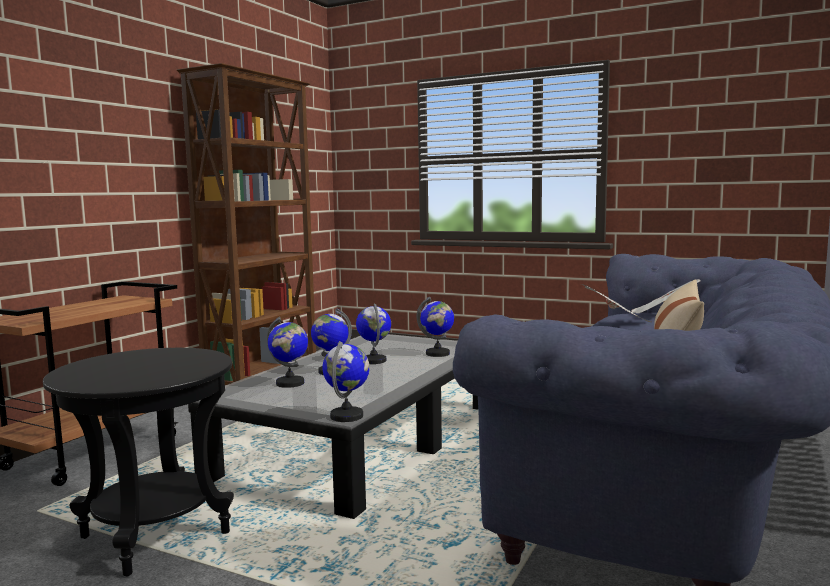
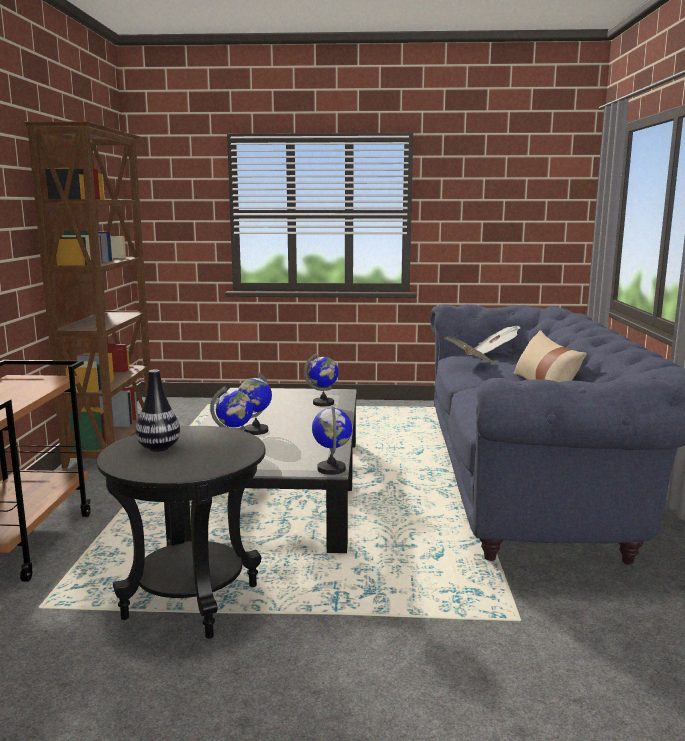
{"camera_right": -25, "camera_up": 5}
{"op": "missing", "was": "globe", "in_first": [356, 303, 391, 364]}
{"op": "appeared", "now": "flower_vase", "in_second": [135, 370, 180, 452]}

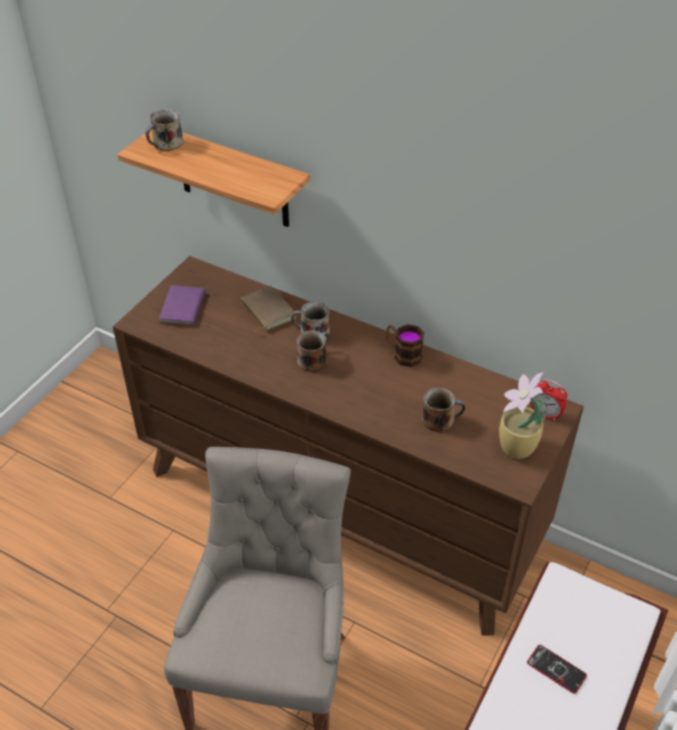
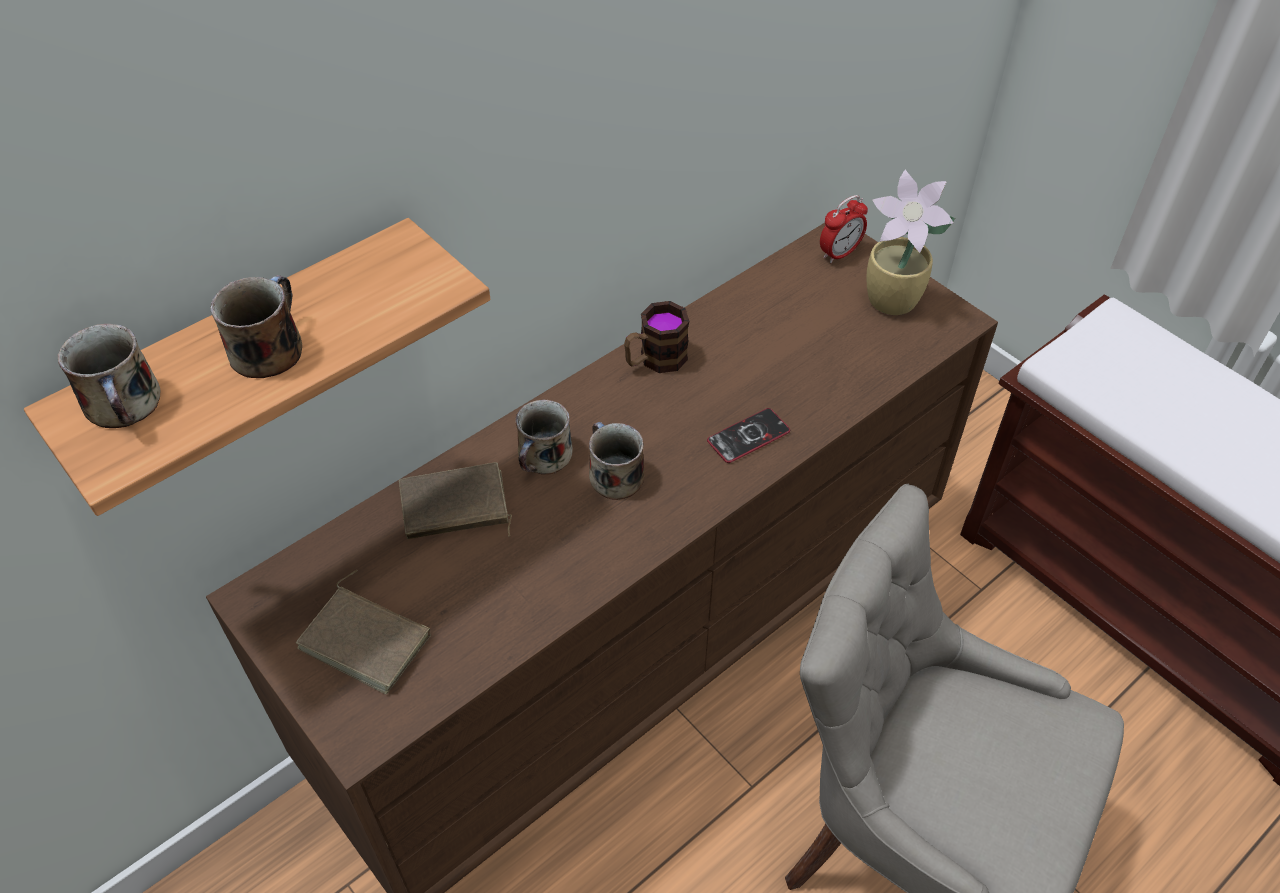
{"camera_right": -70, "camera_up": 5}
{"op": "colour", "was": "purple-coloured_bound_book", "now": "brown_bound_book", "in_first": [159, 285, 216, 326], "in_second": [296, 569, 431, 694]}
{"op": "relocated", "was": "tea_mug", "in_first": [422, 388, 465, 432], "in_second": [210, 275, 302, 378]}
{"op": "relocated", "was": "phone", "in_first": [527, 645, 587, 694], "in_second": [707, 408, 790, 463]}

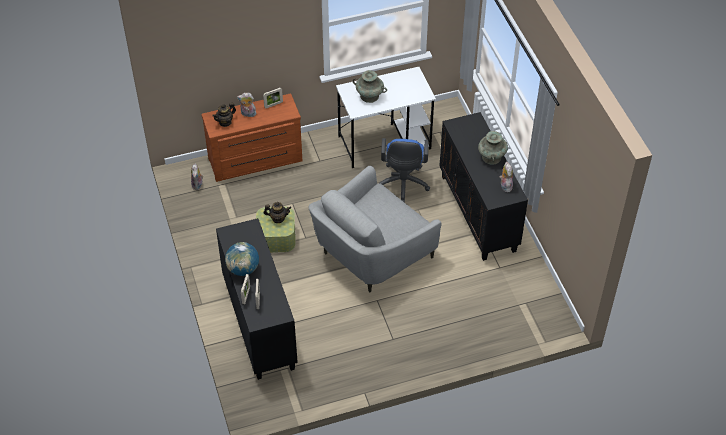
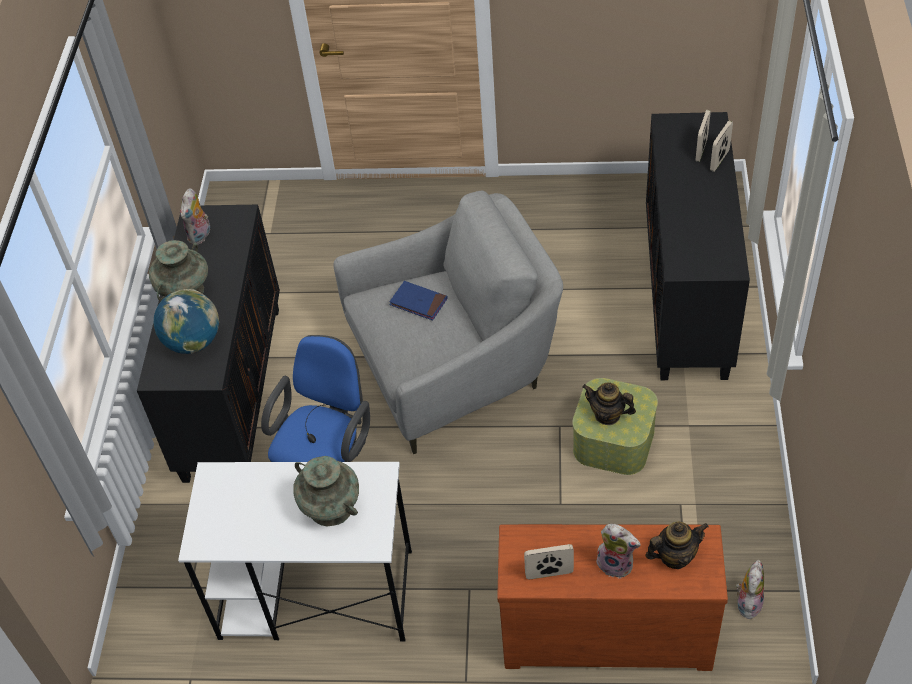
{"camera_right": -155, "camera_up": 0}
{"op": "relocated", "was": "globe", "in_first": [225, 242, 259, 276], "in_second": [154, 289, 219, 354]}
{"op": "appeared", "now": "blue-coloured_bound_book", "in_second": [389, 281, 447, 321]}

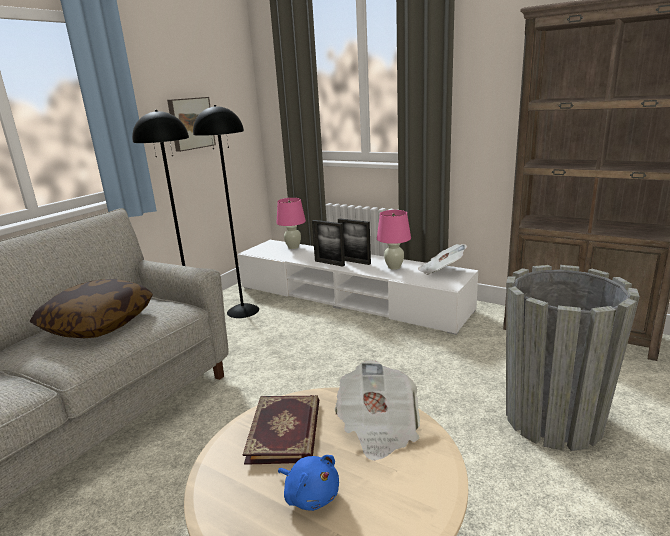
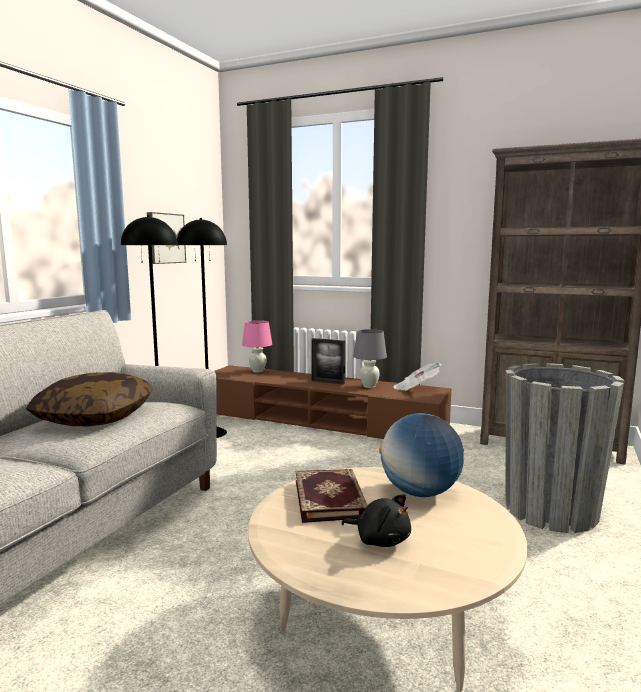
{"camera_right": -10, "camera_up": -10}
{"op": "colour", "was": "white-coloured_tv_stand", "now": "brown_tv_stand", "in_first": [238, 240, 478, 335], "in_second": [214, 365, 451, 439]}
{"op": "colour", "was": "blue-coloured_cuddly_toy", "now": "black-coloured_cuddly_toy", "in_first": [278, 455, 339, 511], "in_second": [341, 494, 411, 547]}
{"op": "missing", "was": "picture_frame", "in_first": [312, 220, 345, 267]}
{"op": "exchanged", "was": "daily_paper", "now": "globe", "in_first": [335, 360, 420, 461], "in_second": [379, 413, 464, 497]}
{"op": "colour", "was": "pink_table_lamp", "now": "gray_table_lamp", "in_first": [377, 210, 411, 270], "in_second": [353, 329, 387, 388]}

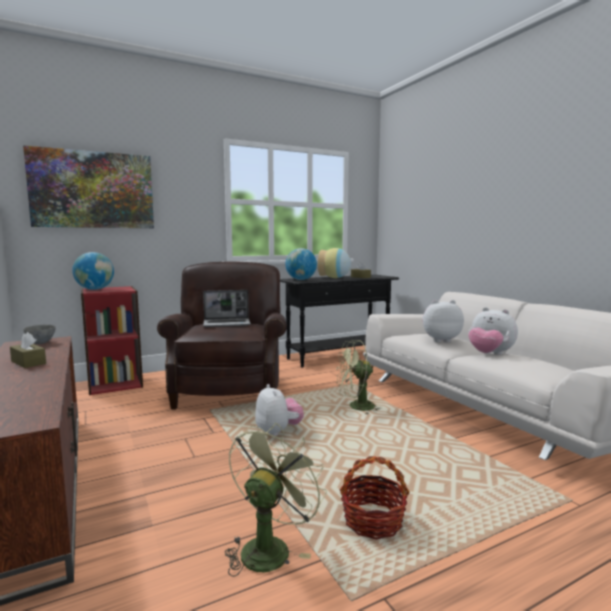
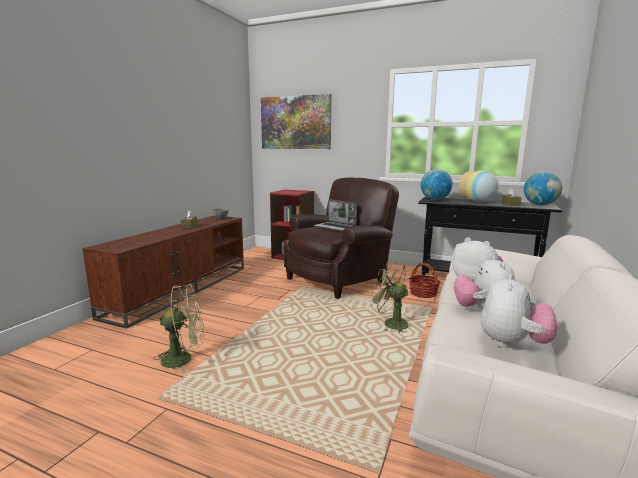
{"camera_right": 50, "camera_up": 5}
{"op": "relocated", "was": "globe", "in_first": [72, 252, 114, 290], "in_second": [524, 172, 562, 205]}
{"op": "relocated", "was": "cuddly_toy", "in_first": [255, 384, 304, 436], "in_second": [481, 274, 558, 348]}
{"op": "relocated", "was": "basket", "in_first": [340, 456, 410, 540], "in_second": [409, 263, 440, 298]}

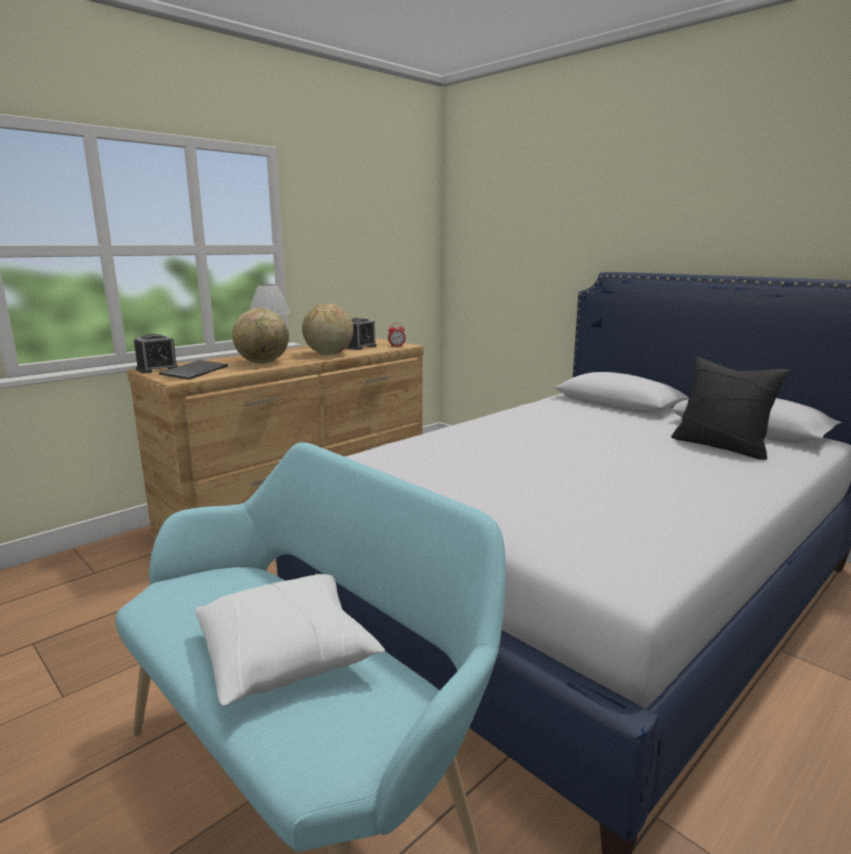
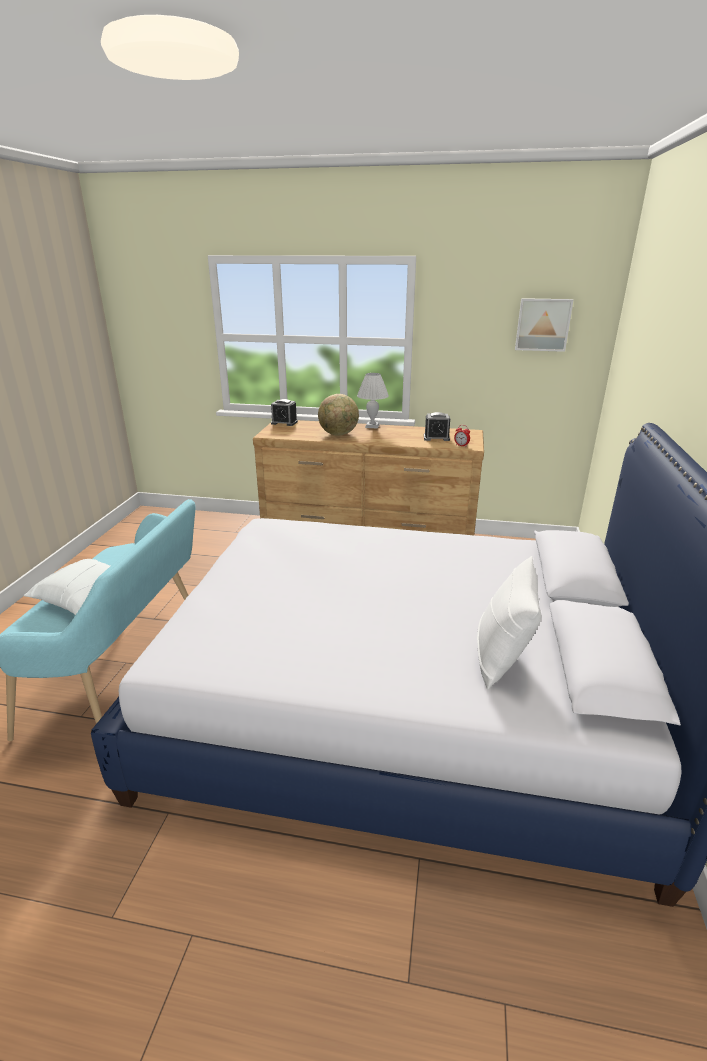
{"camera_right": 55, "camera_up": 10}
{"op": "missing", "was": "PC_keyboard", "in_first": [159, 360, 228, 380]}
{"op": "missing", "was": "globe", "in_first": [302, 303, 354, 355]}
{"op": "colour", "was": "black-coloured_throw_pillow", "now": "white-coloured_throw_pillow", "in_first": [671, 357, 790, 460], "in_second": [477, 556, 542, 690]}
{"op": "appeared", "now": "wall_picture", "in_second": [515, 298, 573, 352]}

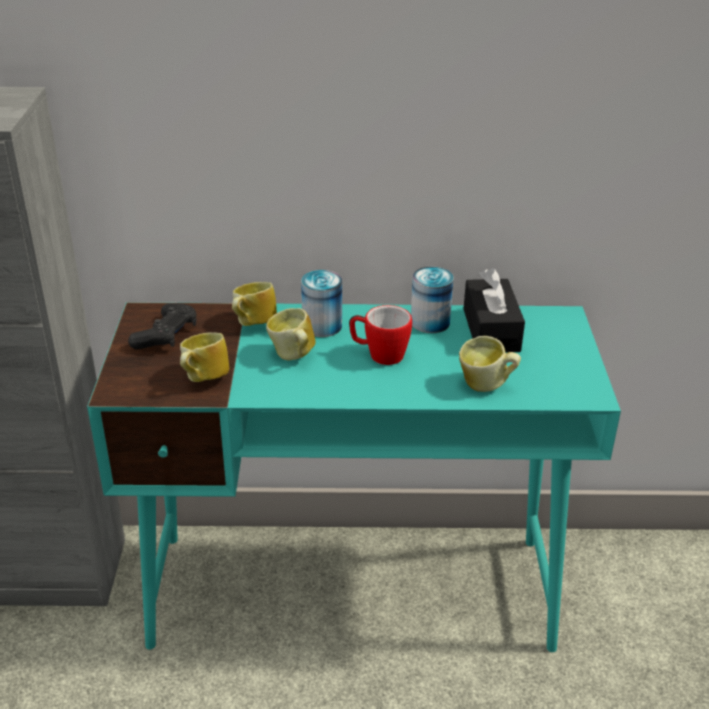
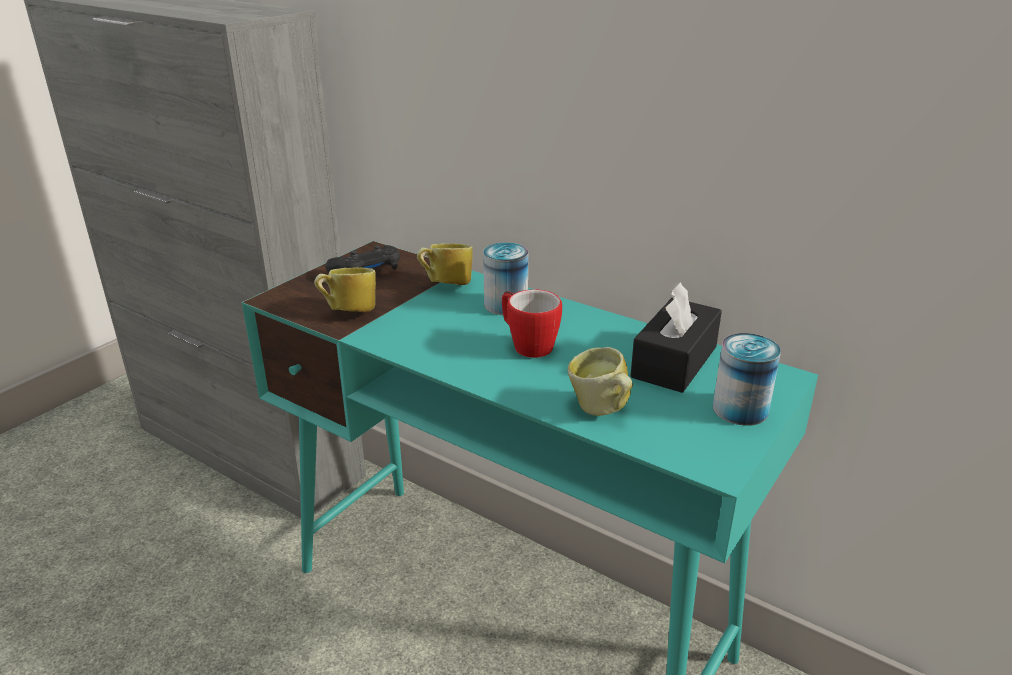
{"camera_right": 35, "camera_up": -5}
{"op": "missing", "was": "tea_mug", "in_first": [266, 308, 316, 361]}
{"op": "relocated", "was": "metal_can", "in_first": [411, 267, 454, 333], "in_second": [713, 333, 781, 426]}

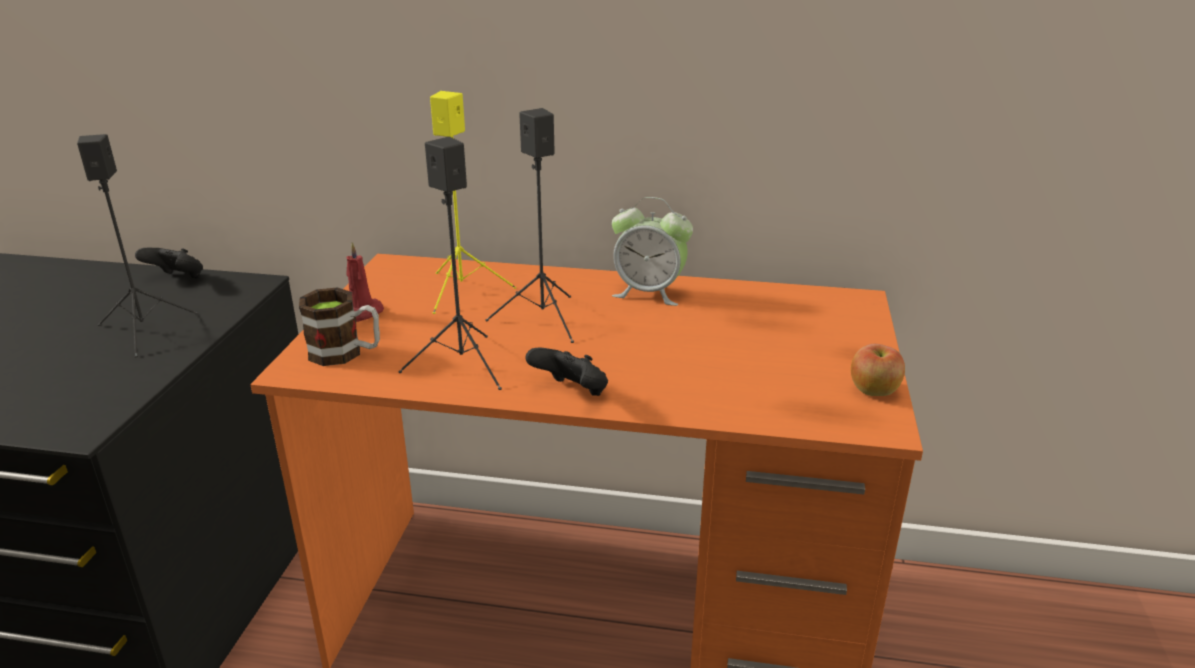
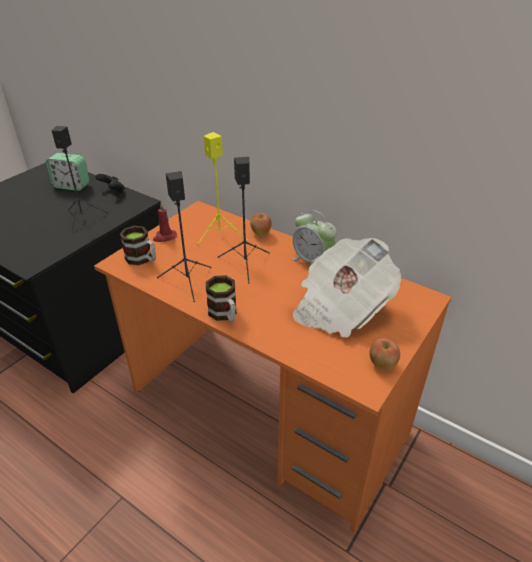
{"camera_right": 25, "camera_up": 10}
{"op": "exchanged", "was": "black-coloured_gamepad", "now": "tea_mug", "in_first": [525, 347, 608, 396], "in_second": [206, 275, 236, 322]}
{"op": "appeared", "now": "table_clock", "in_second": [46, 153, 90, 191]}
{"op": "appeared", "now": "whole_apple", "in_second": [250, 213, 272, 237]}
{"op": "appeared", "now": "daily_paper", "in_second": [292, 238, 401, 338]}

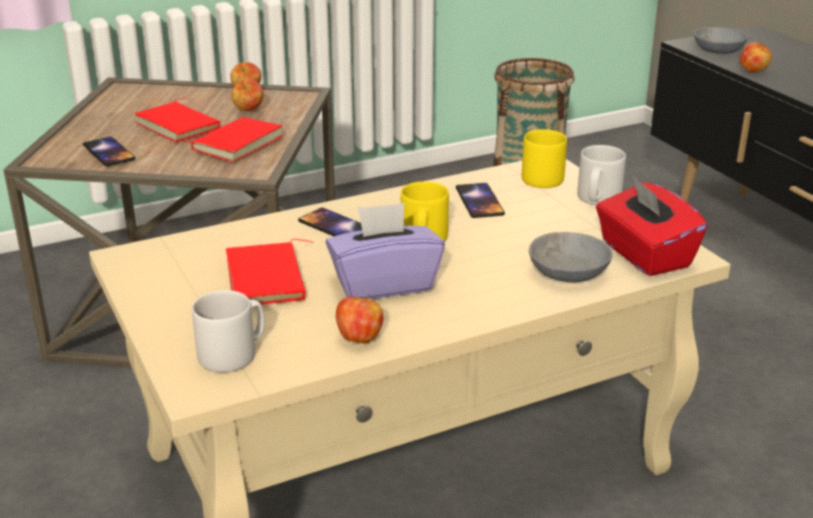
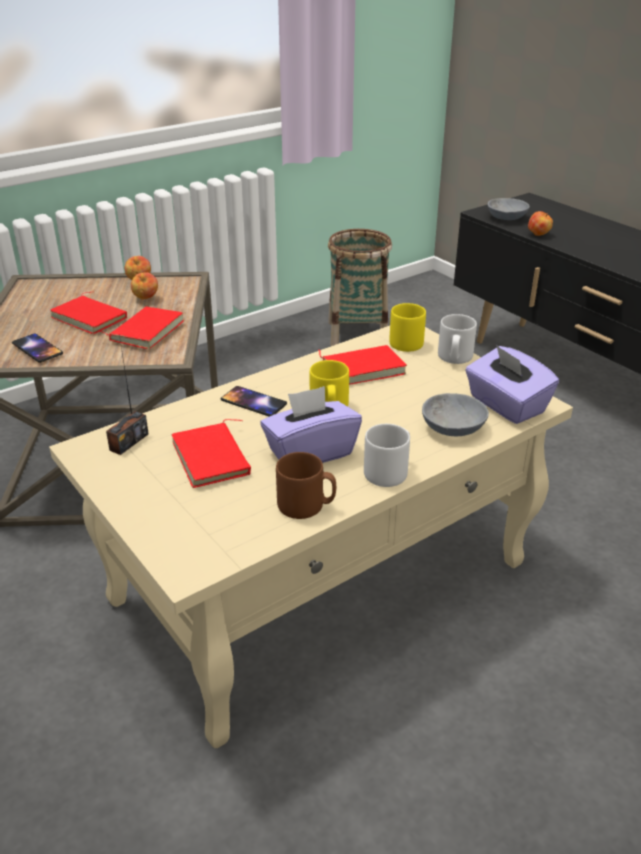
{"camera_right": -10, "camera_up": 5}
{"op": "relocated", "was": "gray_tea_mug", "in_first": [192, 290, 265, 373], "in_second": [364, 424, 410, 487]}
{"op": "exchanged", "was": "whole_apple", "now": "brown_tea_mug", "in_first": [336, 294, 384, 344], "in_second": [276, 452, 336, 519]}
{"op": "exchanged", "was": "phone", "now": "reddish_bound_book", "in_first": [456, 183, 505, 218], "in_second": [319, 345, 407, 385]}
{"op": "colour", "was": "reddish_box_of_tissues", "now": "purple-coloured_box_of_tissues", "in_first": [596, 177, 707, 276], "in_second": [465, 345, 559, 424]}
{"op": "appeared", "now": "radio_receiver", "in_second": [106, 335, 149, 455]}

